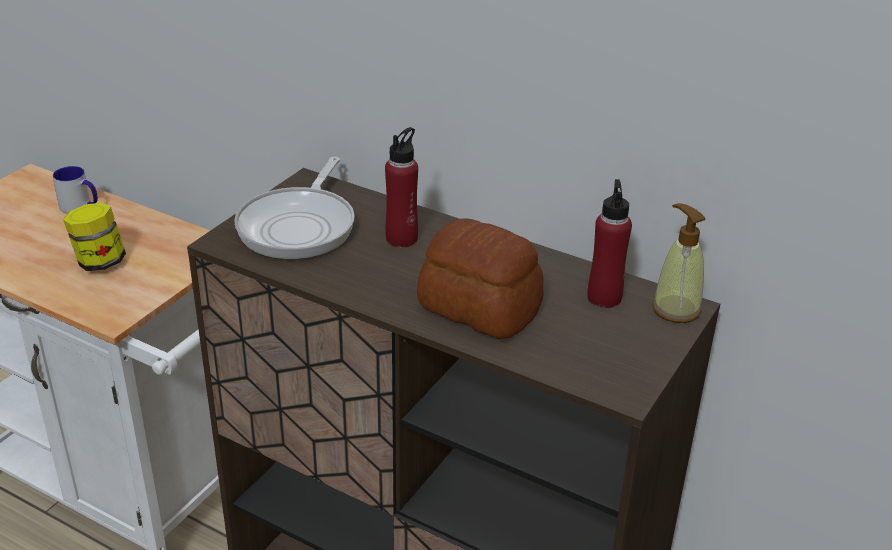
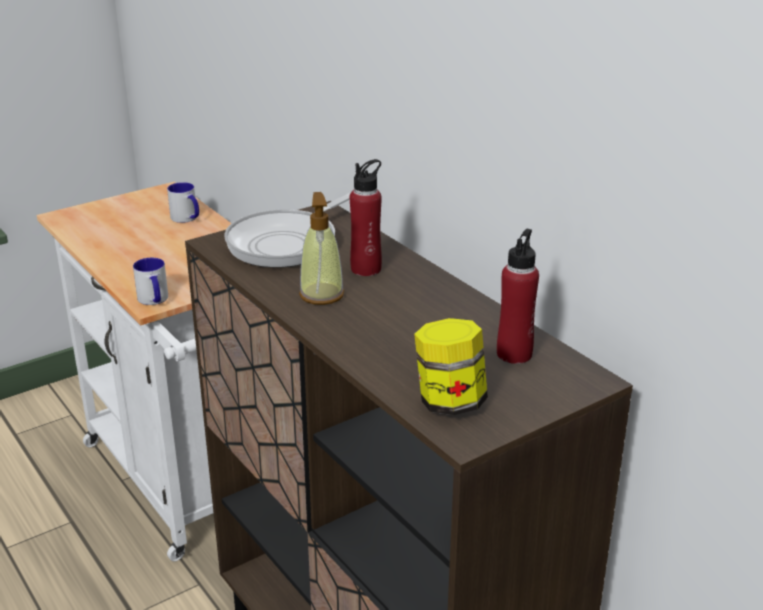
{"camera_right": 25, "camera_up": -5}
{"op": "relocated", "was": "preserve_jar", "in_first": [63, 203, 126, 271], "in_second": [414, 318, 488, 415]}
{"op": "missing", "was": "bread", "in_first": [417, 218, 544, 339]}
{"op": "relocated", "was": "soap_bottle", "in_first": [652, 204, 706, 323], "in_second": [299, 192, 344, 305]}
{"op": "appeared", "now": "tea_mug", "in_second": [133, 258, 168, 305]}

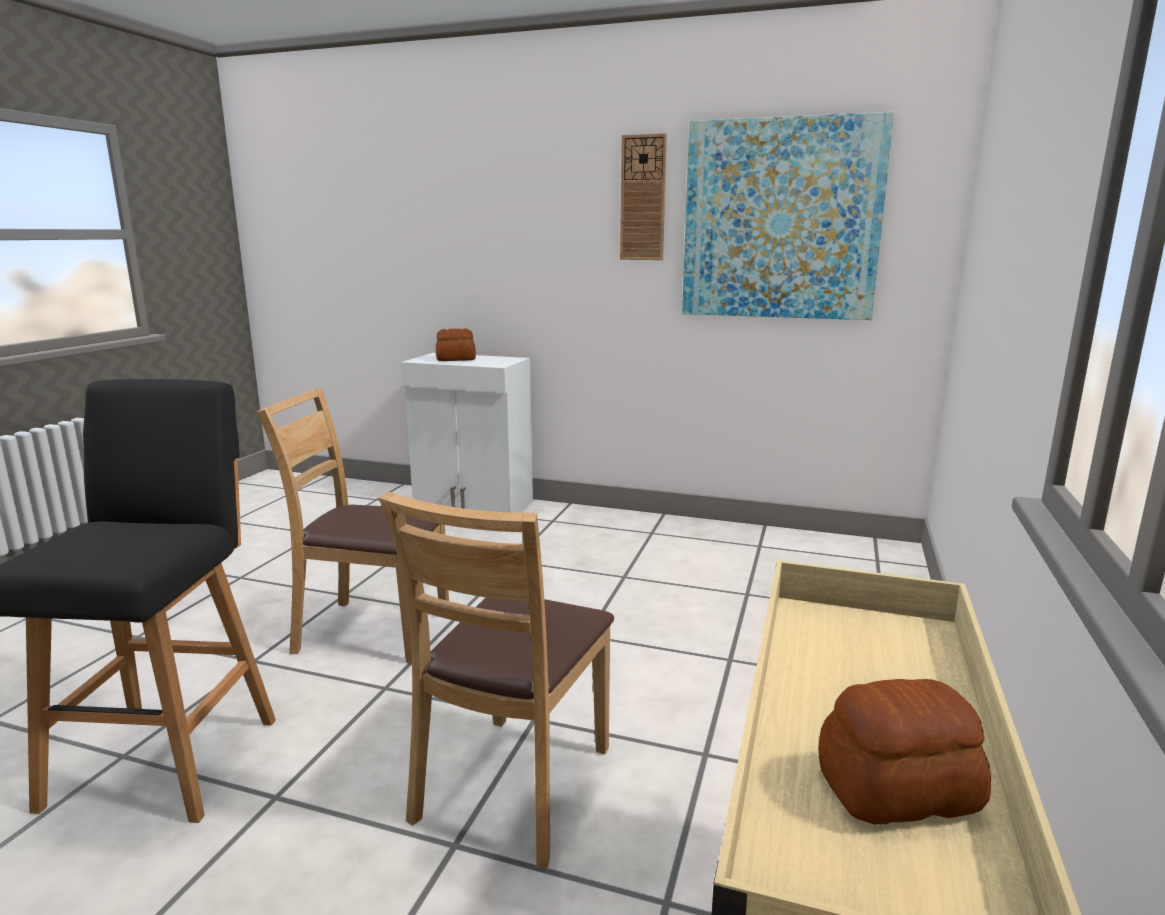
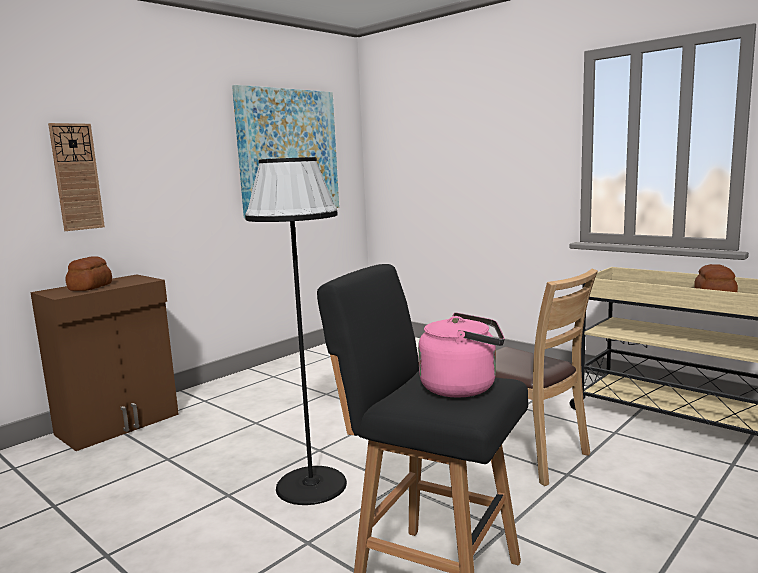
{"camera_right": -65, "camera_up": -5}
{"op": "exchanged", "was": "brown_upright_chair", "now": "black-coloured_floor_lamp", "in_first": [257, 388, 449, 664], "in_second": [245, 157, 347, 505]}
{"op": "colour", "was": "white-coloured_cupboard", "now": "brown_cupboard", "in_first": [401, 353, 533, 513], "in_second": [30, 274, 179, 451]}
{"op": "relocated", "was": "clock_on_the_wall", "in_first": [620, 133, 667, 260], "in_second": [48, 123, 105, 231]}
{"op": "appeared", "now": "pink_tea_kettle", "in_second": [418, 312, 505, 398]}

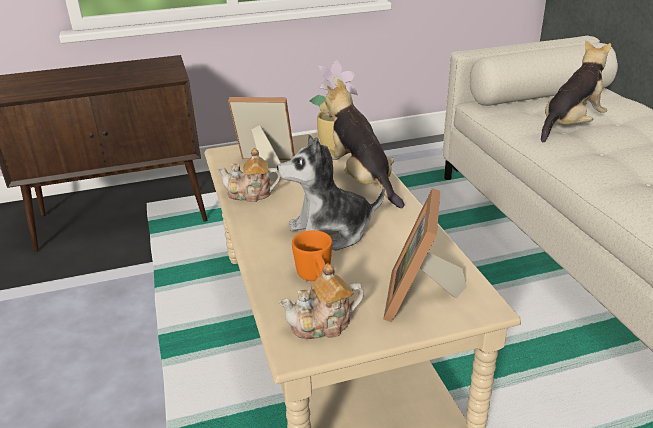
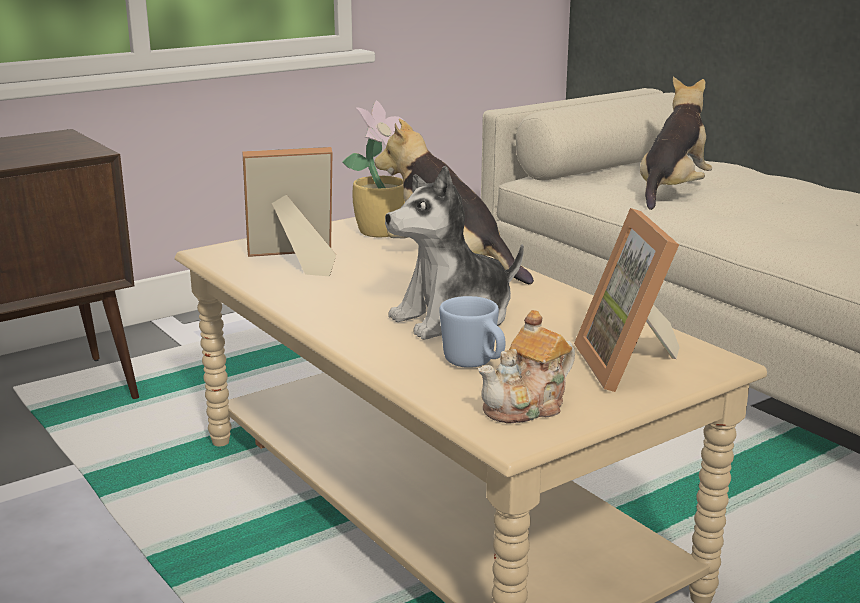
{"camera_right": -20, "camera_up": -10}
{"op": "missing", "was": "tea_pot", "in_first": [218, 148, 281, 202]}
{"op": "colour", "was": "orange_tea_mug", "now": "blue-coloured_tea_mug", "in_first": [292, 230, 332, 281], "in_second": [439, 296, 505, 368]}

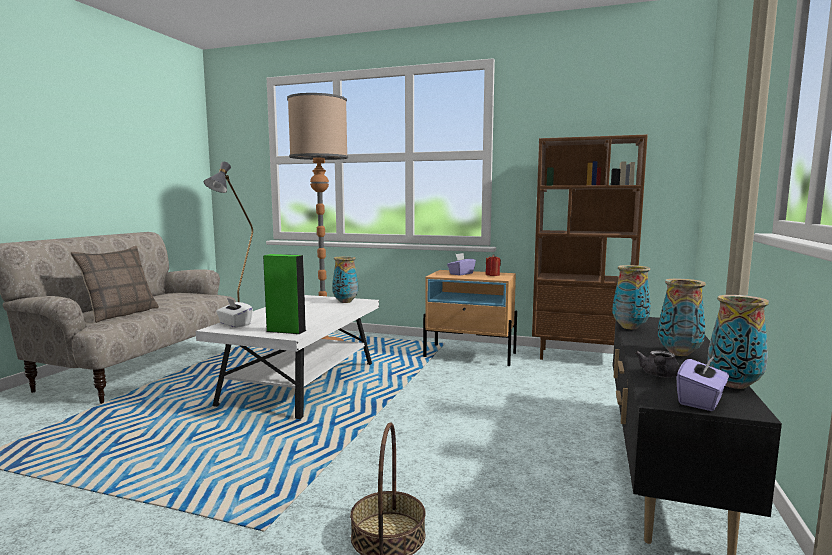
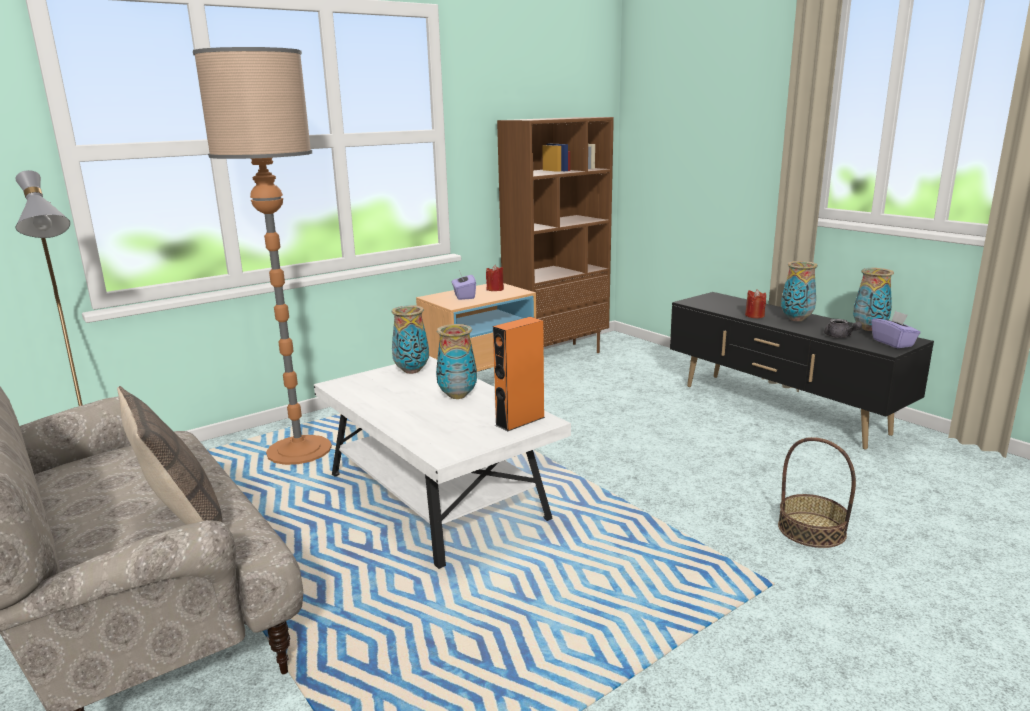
{"camera_right": -55, "camera_up": 10}
{"op": "missing", "was": "white-coloured_box_of_tissues", "in_first": [216, 298, 253, 328]}
{"op": "colour", "was": "green-coloured_loudspeaker", "now": "orange_loudspeaker", "in_first": [263, 254, 306, 334], "in_second": [493, 317, 545, 432]}
{"op": "relocated", "was": "flower_vase", "in_first": [612, 265, 651, 329], "in_second": [436, 324, 477, 399]}
{"op": "appeared", "now": "reddish_wax_candle", "in_second": [745, 289, 766, 318]}

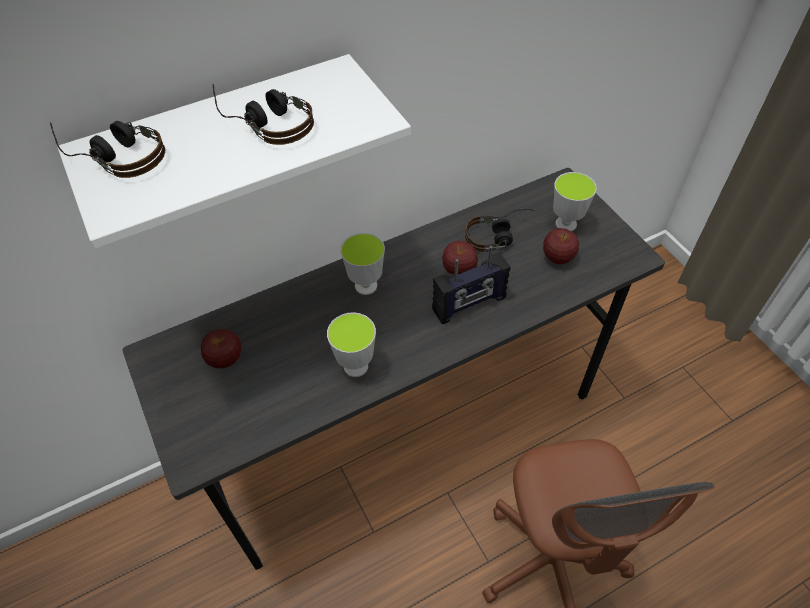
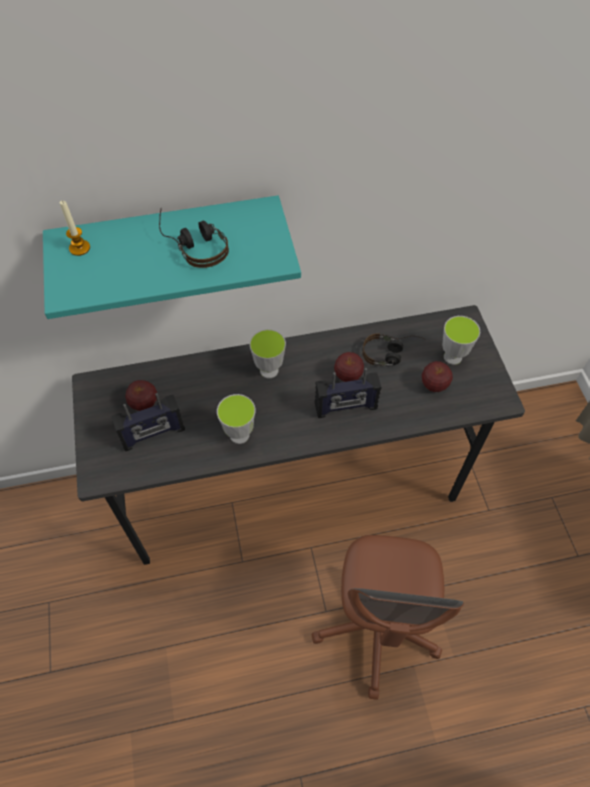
{"camera_right": 15, "camera_up": 5}
{"op": "exchanged", "was": "headphones", "now": "wax_candle", "in_first": [50, 121, 165, 178], "in_second": [60, 201, 90, 256]}
{"op": "colour", "was": "white-coloured_wall_shelf", "now": "turquoise_wall_shelf", "in_first": [57, 54, 411, 249], "in_second": [43, 195, 301, 319]}
{"op": "appeared", "now": "radio_receiver", "in_second": [111, 393, 185, 451]}

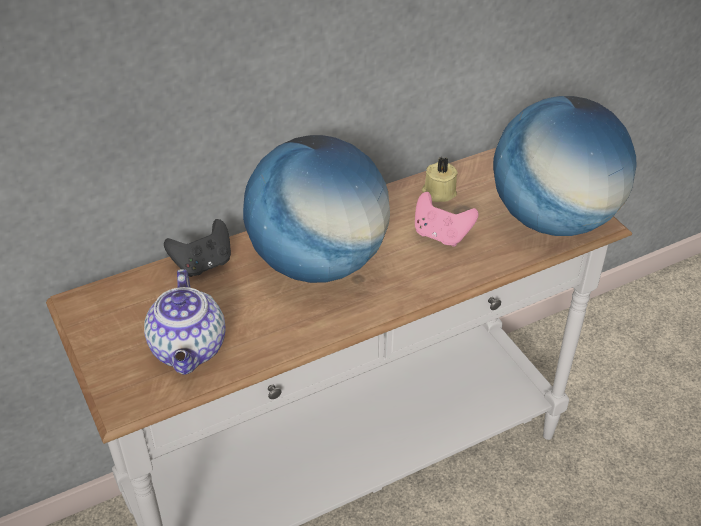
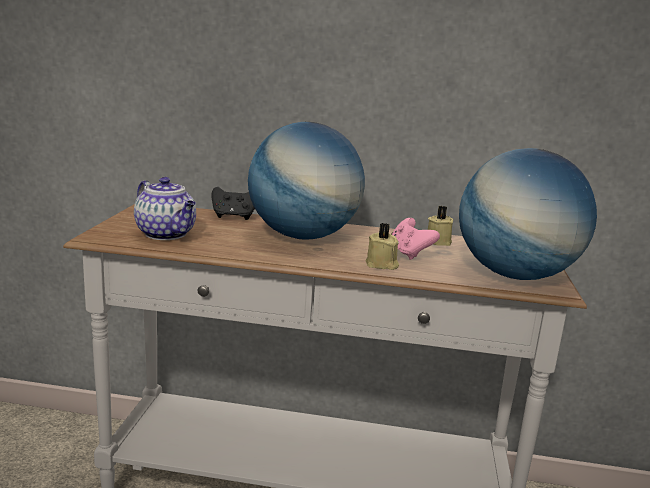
{"camera_right": 35, "camera_up": -25}
{"op": "spun", "was": "tea_pot", "in_first": [144, 269, 226, 375], "in_second": [134, 177, 196, 240], "clockwise": -75}
{"op": "appeared", "now": "sand-coloured_wax_candle", "in_second": [366, 223, 399, 270]}

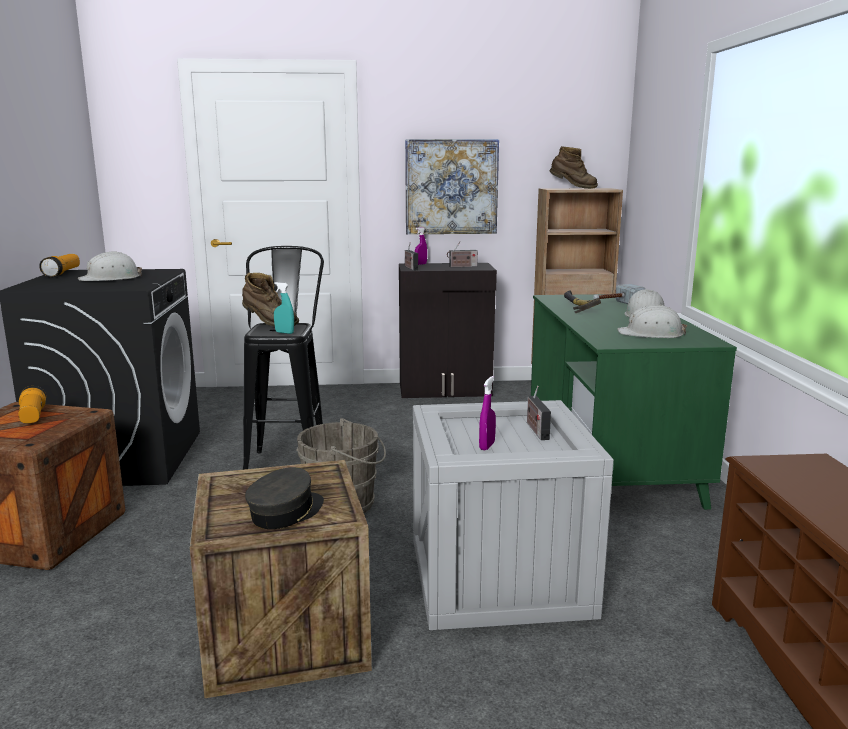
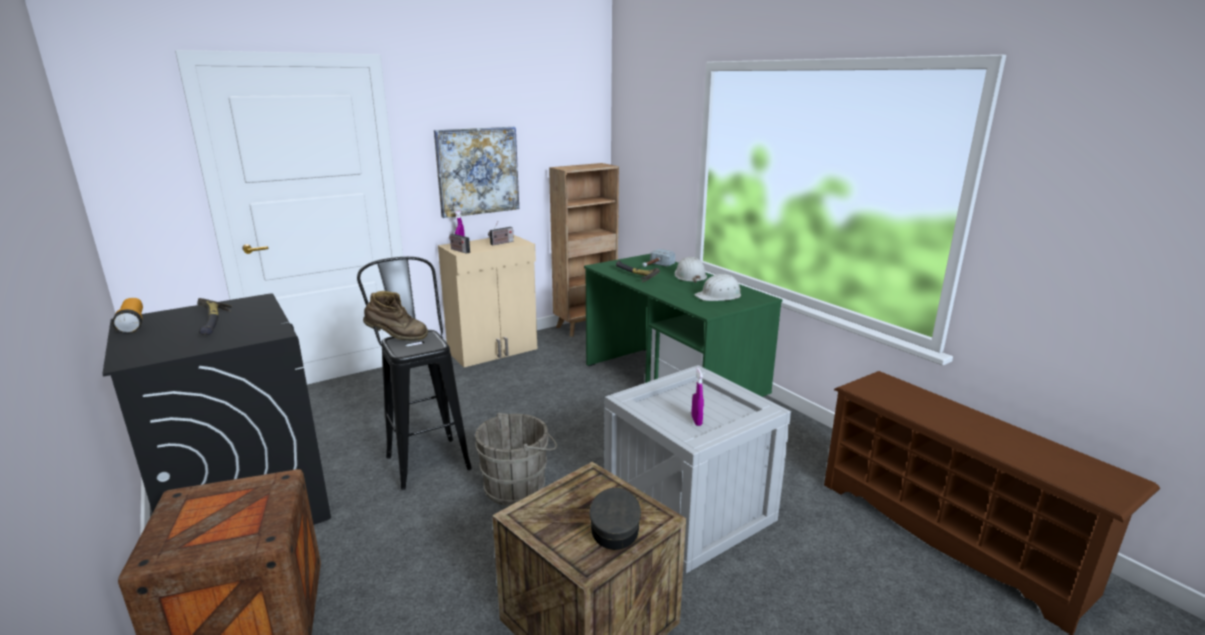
{"camera_right": -30, "camera_up": 5}
{"op": "missing", "was": "hand_torch", "in_first": [18, 386, 46, 424]}
{"op": "exchanged", "was": "white-coloured_hard_hat", "now": "tool_hammer", "in_first": [78, 251, 142, 281], "in_second": [197, 298, 232, 335]}
{"op": "missing", "was": "turquoise_hand_sprayer", "in_first": [274, 282, 294, 334]}
{"op": "colour", "was": "black-coloured_cupboard", "now": "sand-coloured_cupboard", "in_first": [399, 263, 497, 398], "in_second": [438, 235, 537, 367]}
{"op": "missing", "was": "radio_receiver", "in_first": [527, 386, 551, 440]}
{"op": "missing", "was": "brown_tall_boot", "in_first": [550, 146, 598, 189]}

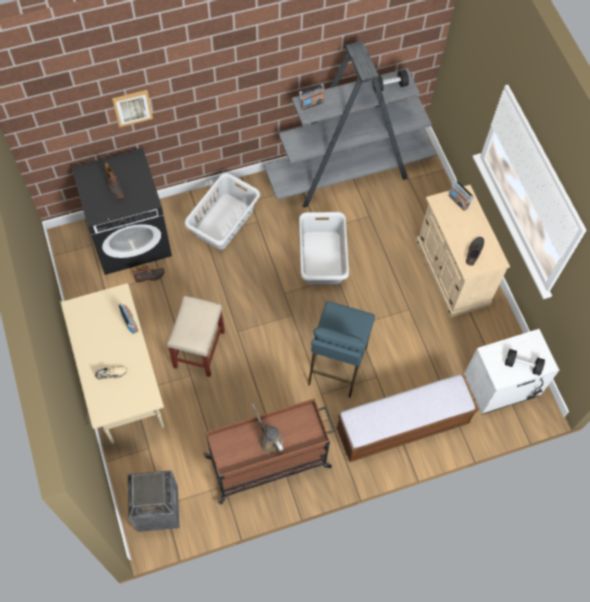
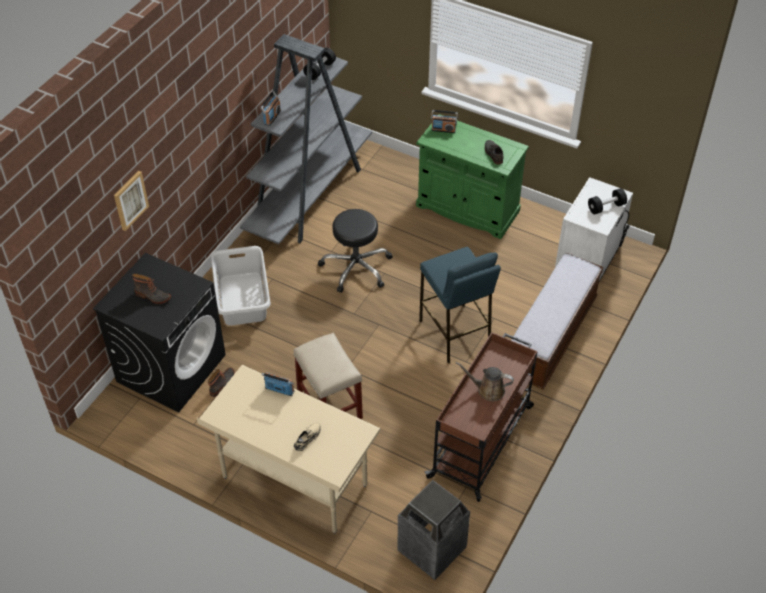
{"camera_right": -40, "camera_up": -15}
{"op": "exchanged", "was": "gray_hamper", "now": "black-coloured_stool_seat", "in_first": [299, 212, 349, 284], "in_second": [318, 209, 393, 293]}
{"op": "colour", "was": "sand-coloured_cupboard", "now": "green-coloured_cupboard", "in_first": [416, 185, 510, 318], "in_second": [416, 114, 529, 239]}

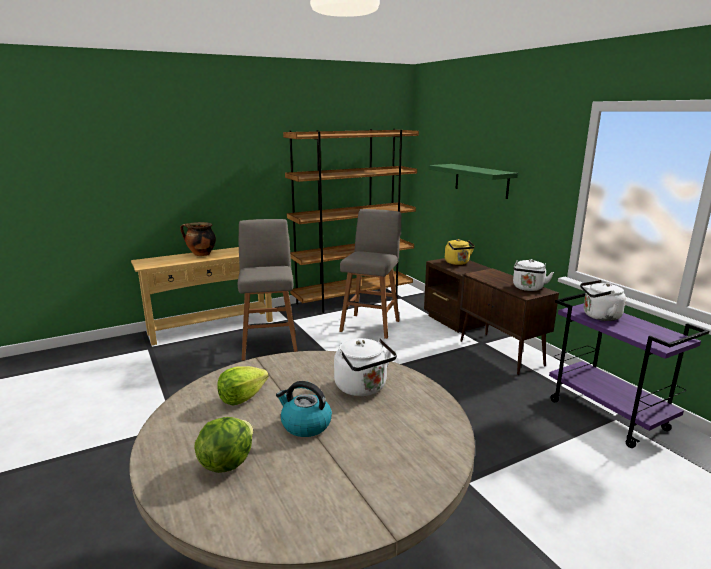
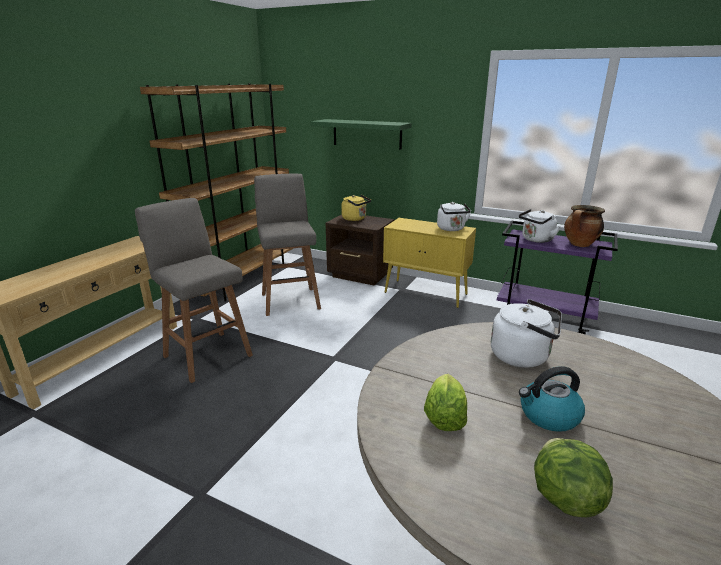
{"camera_right": -35, "camera_up": 5}
{"op": "relocated", "was": "stockpot", "in_first": [180, 222, 216, 256], "in_second": [564, 205, 605, 247]}
{"op": "colour", "was": "brown_cupboard", "now": "yellowish_cupboard", "in_first": [460, 268, 559, 375], "in_second": [383, 218, 476, 308]}

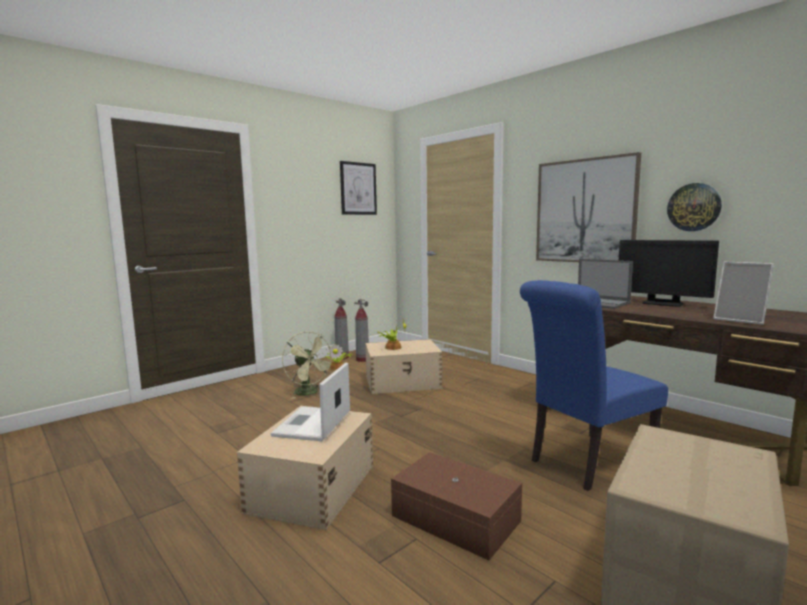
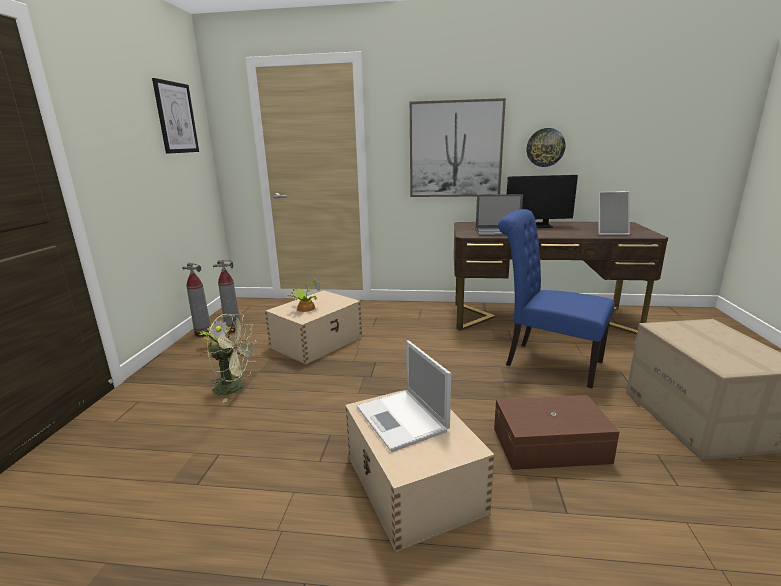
{"camera_right": -40, "camera_up": 10}
{"op": "spun", "was": "blue-coloured_upright_chair", "in_first": [520, 280, 668, 491], "in_second": [498, 209, 615, 388], "clockwise": 105}

